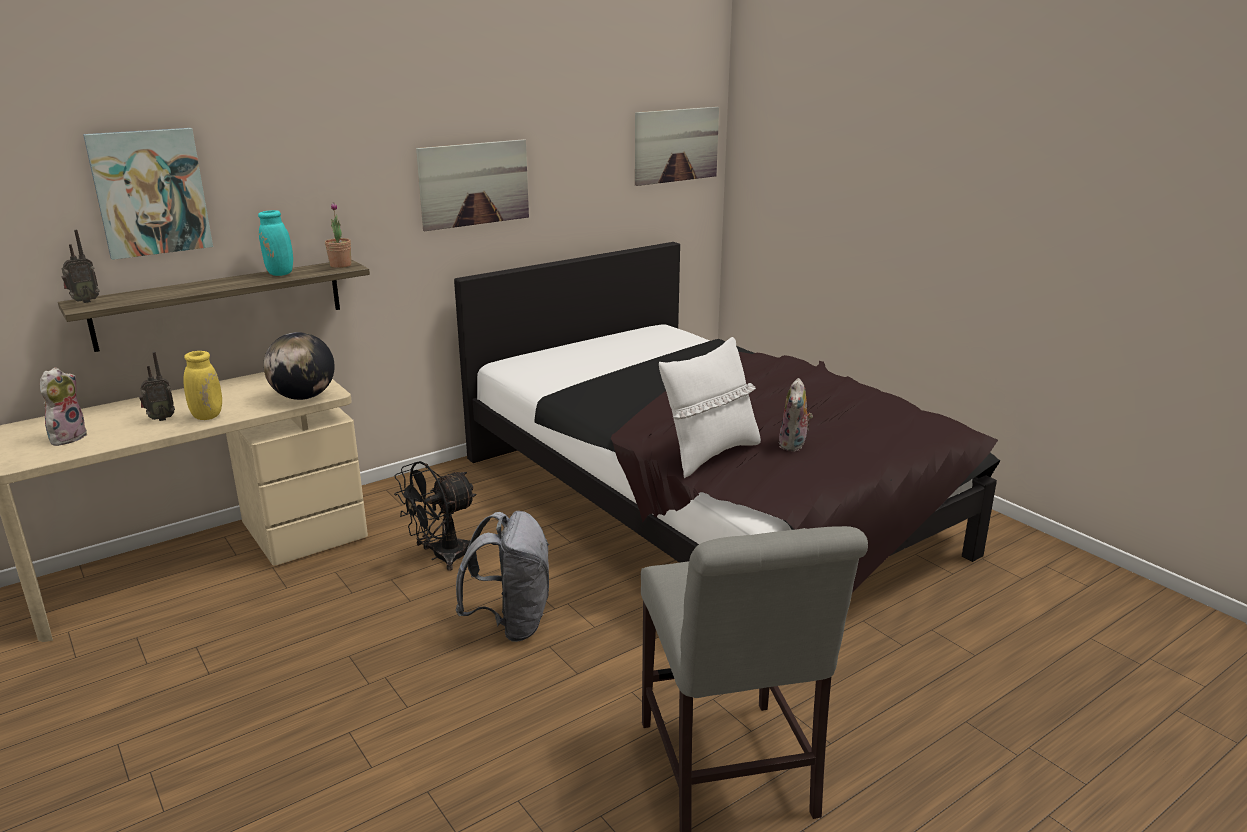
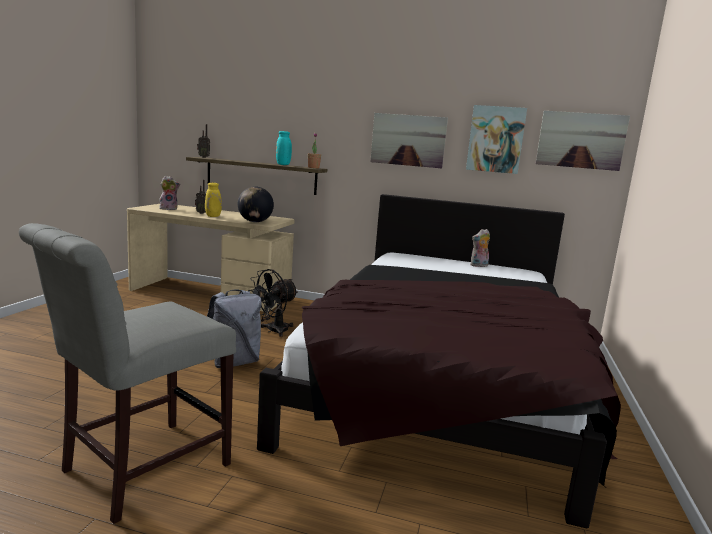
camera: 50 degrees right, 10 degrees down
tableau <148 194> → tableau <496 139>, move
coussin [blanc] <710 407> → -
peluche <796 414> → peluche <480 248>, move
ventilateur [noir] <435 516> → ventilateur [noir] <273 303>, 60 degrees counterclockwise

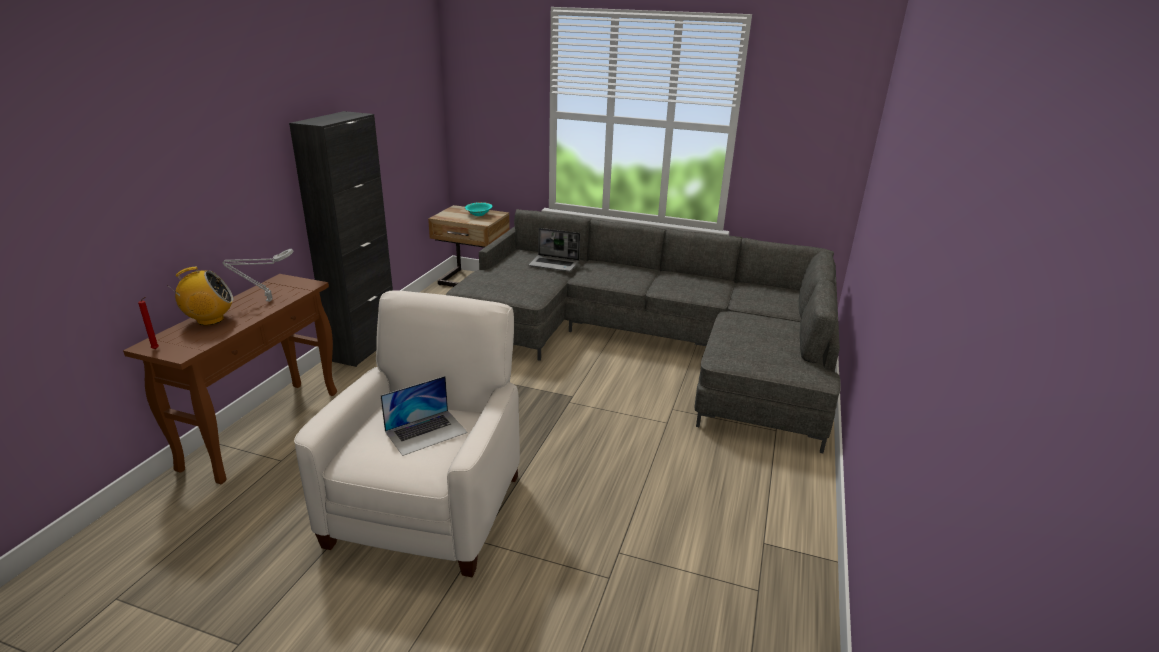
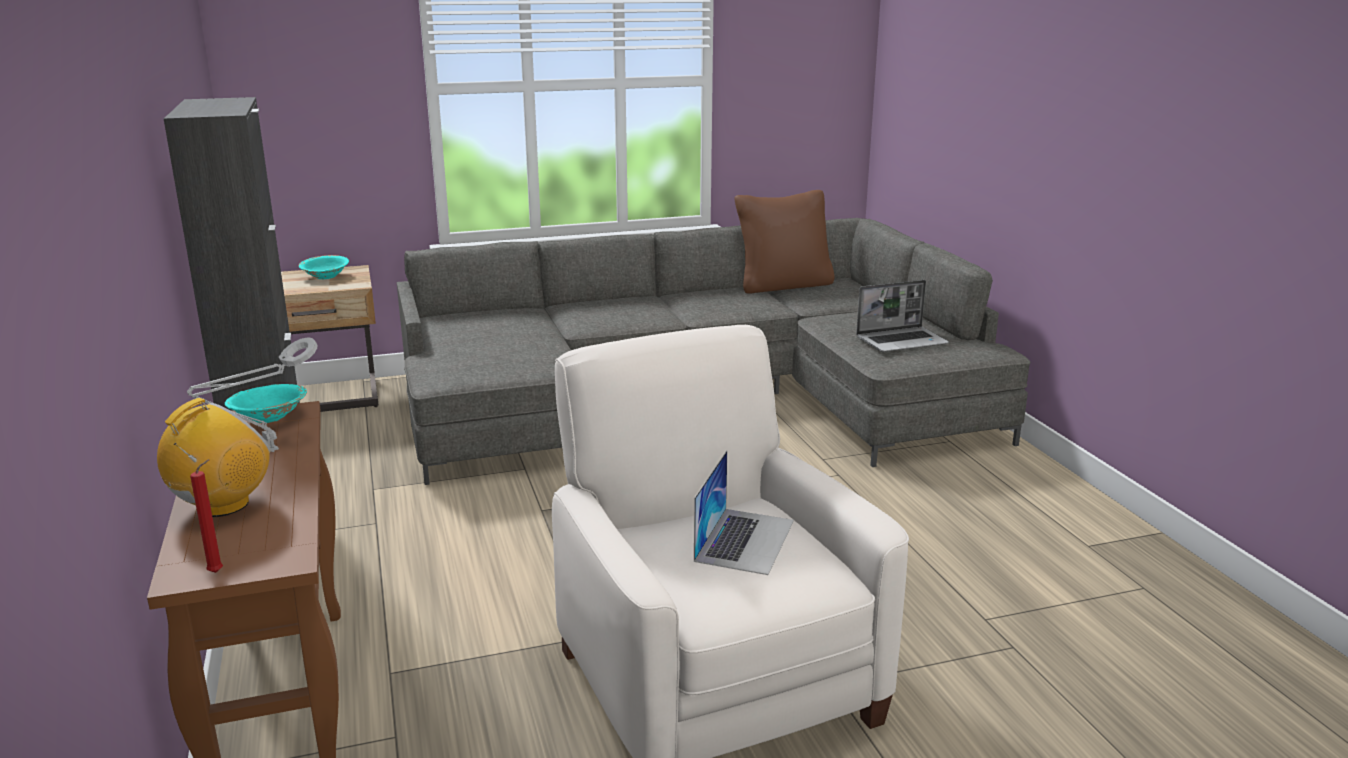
camera: 35 degrees left, 5 degrees down
ordinateur portable <554 249> → ordinateur portable <902 316>, move
- → coussin [marron] <784 242>
- → bol [turquoise] <266 403>

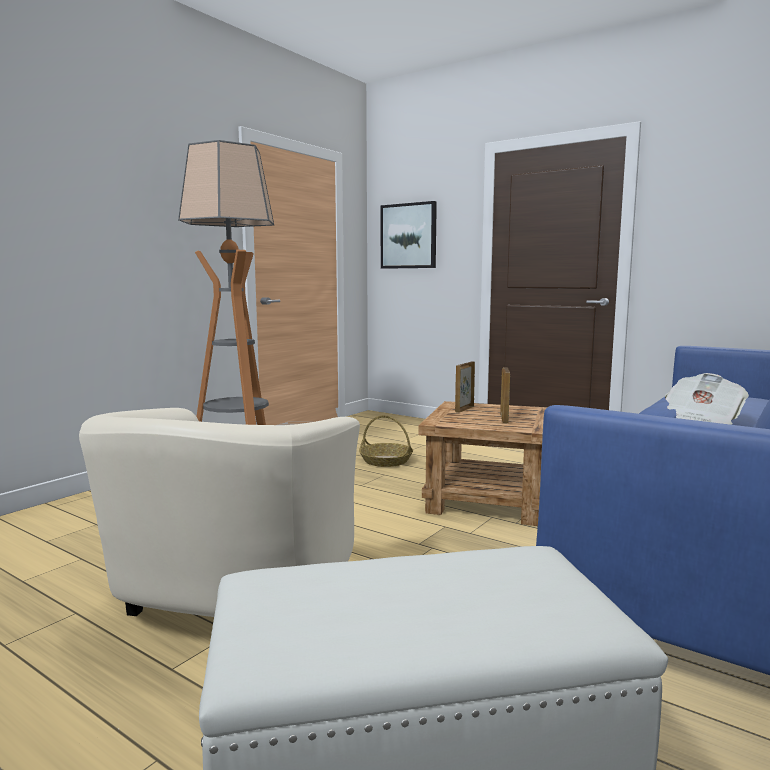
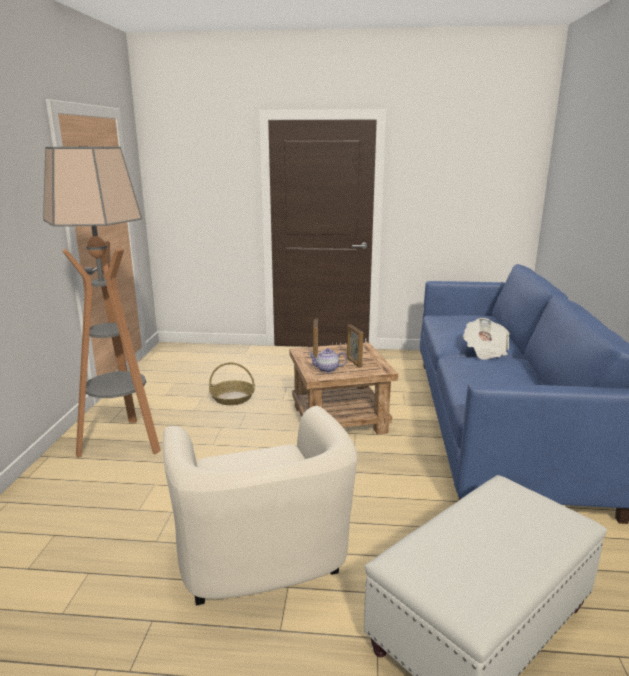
camera: 30 degrees left, 10 degrees up
tableau <409 235> → -
- → théière <328 360>

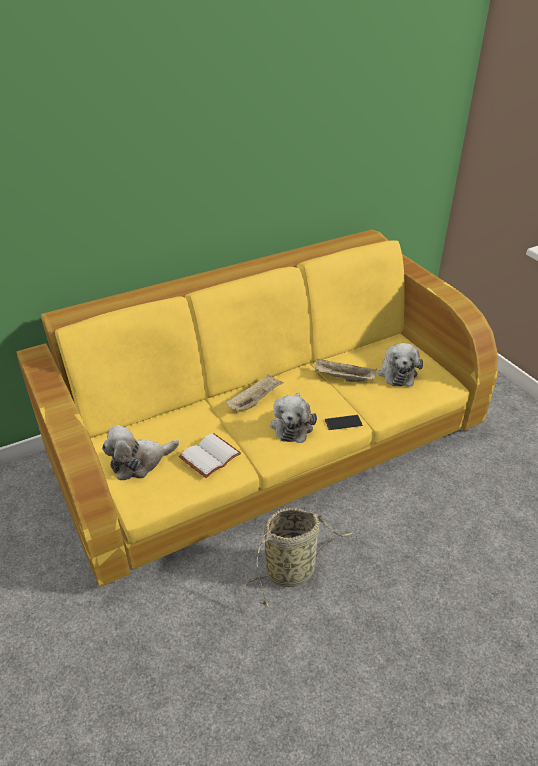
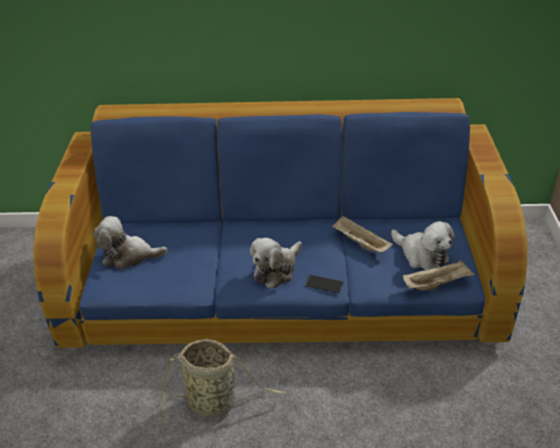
camera: 30 degrees right, 0 degrees up
canapé [jaune] <257 408> → canapé [bleu] <280 224>
peluche <400 365> → peluche <423 245>, 75 degrees counterclockwise
plateau [beige] <255 392> → plateau [beige] <439 275>, move
livre [blanc] <210 455> → -

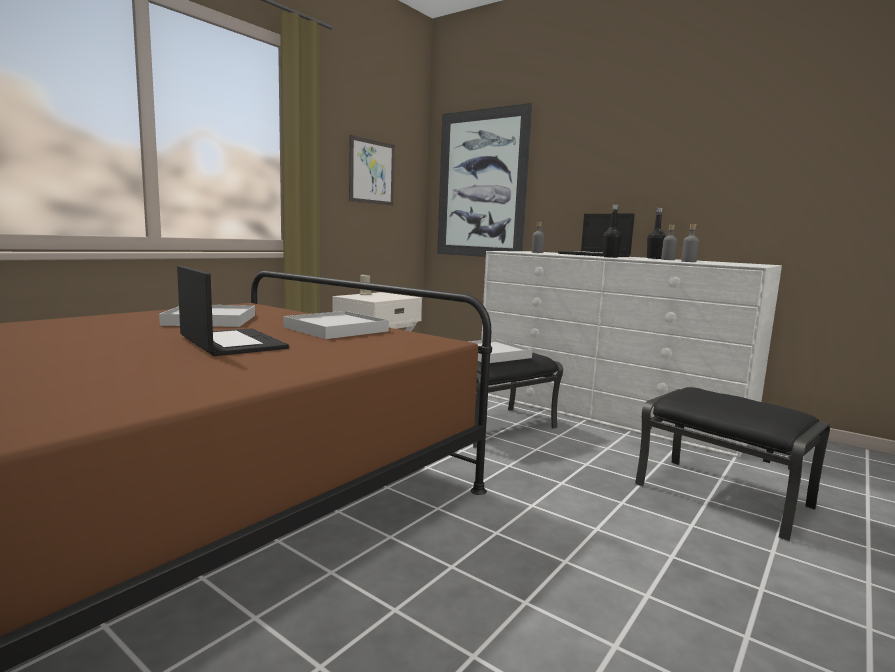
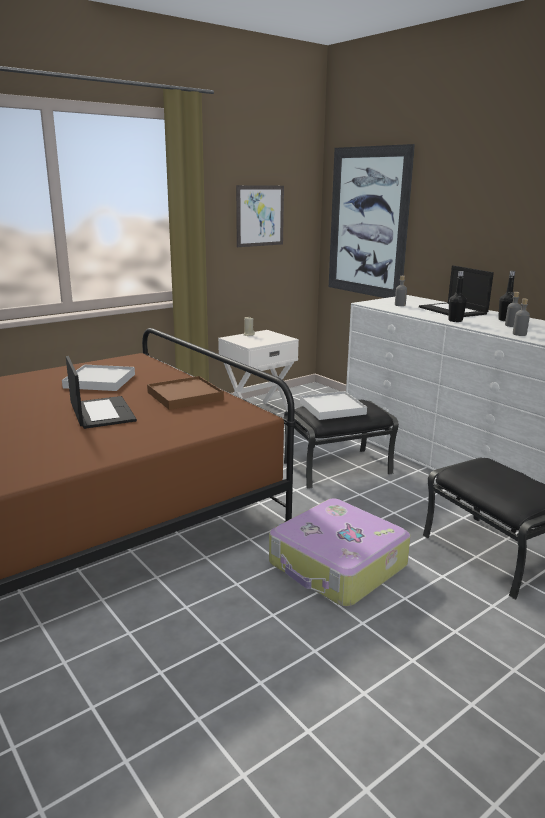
camera: 15 degrees right, 10 degrees up
plateau [blanc] <336 325> → plateau [marron] <185 393>
- → valise <339 552>

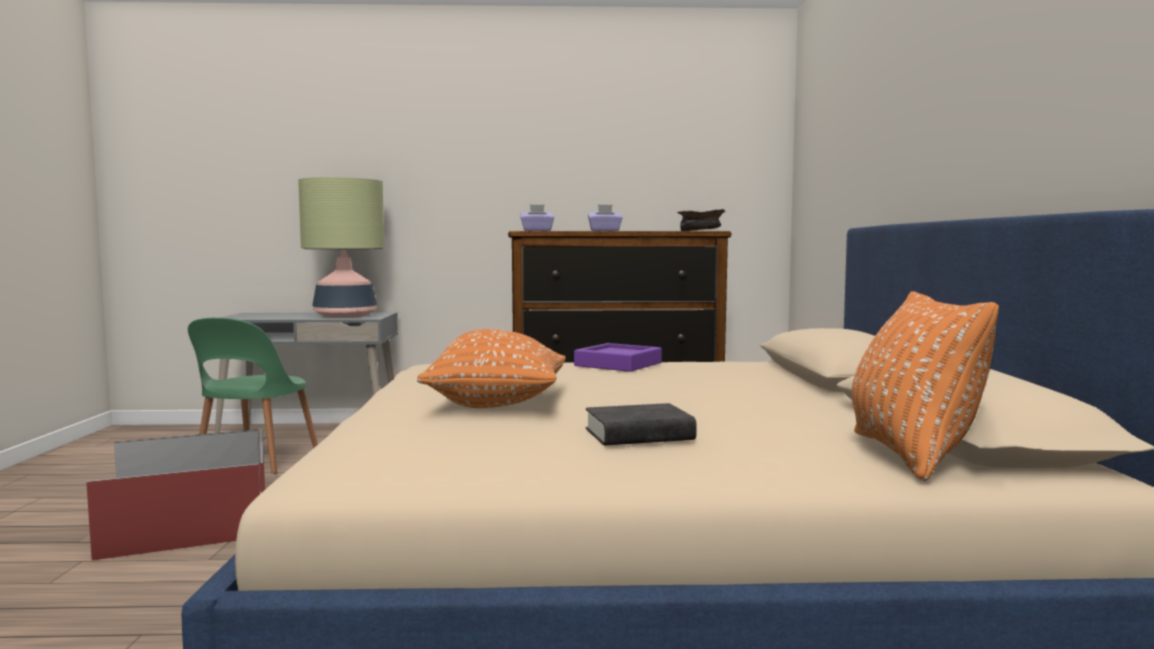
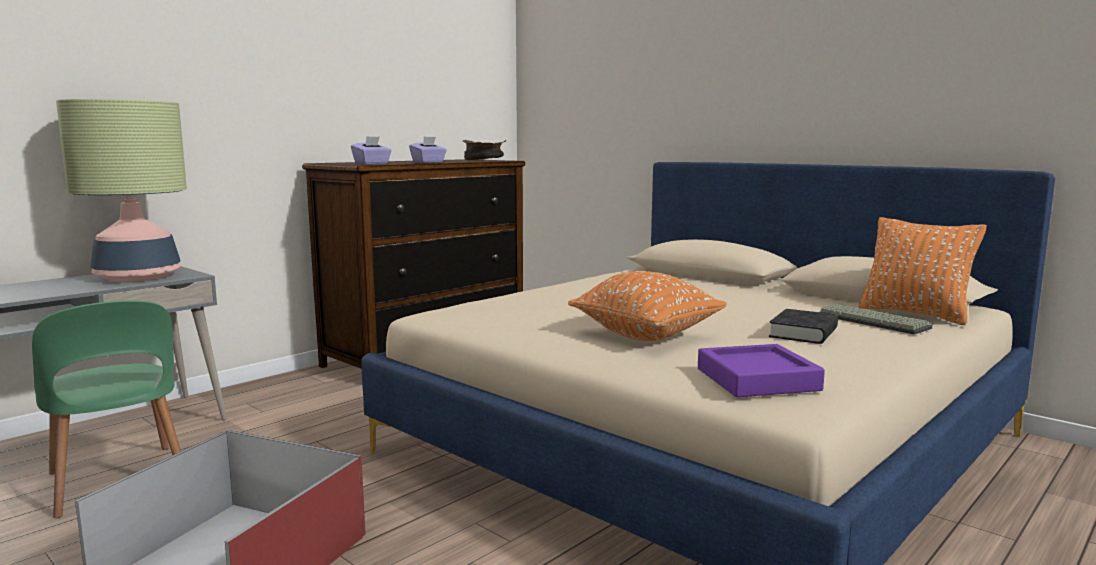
camera: 45 degrees left, 5 degrees up
plateau [violet] <618 357> → plateau [violet] <761 370>, move
- → clavier <876 319>

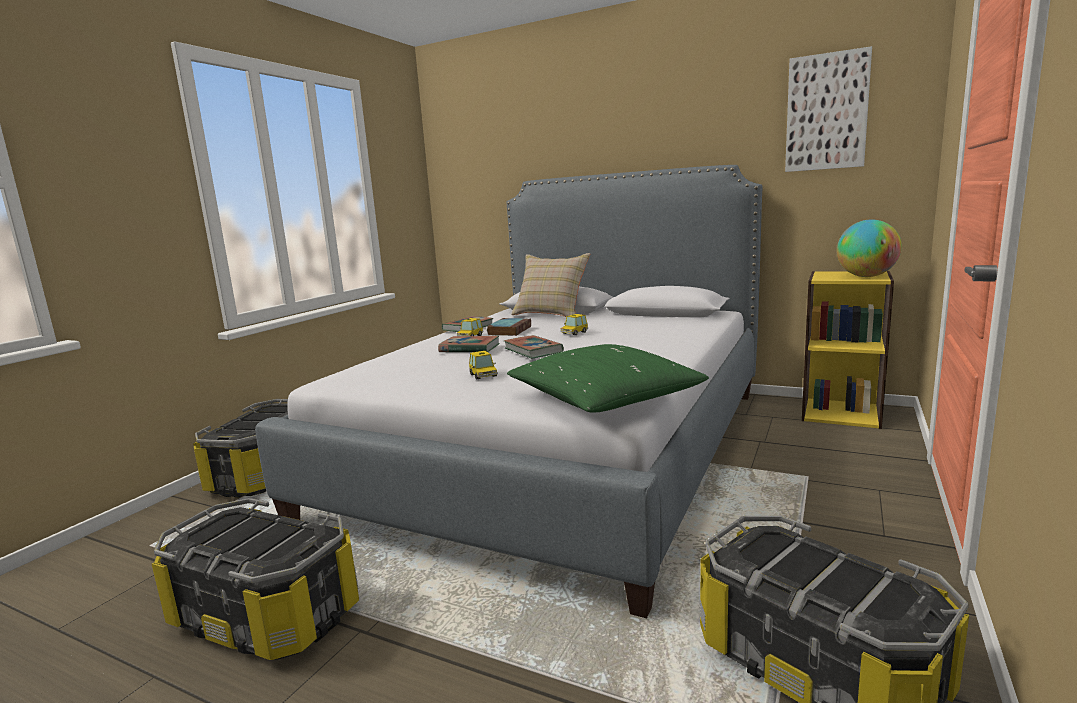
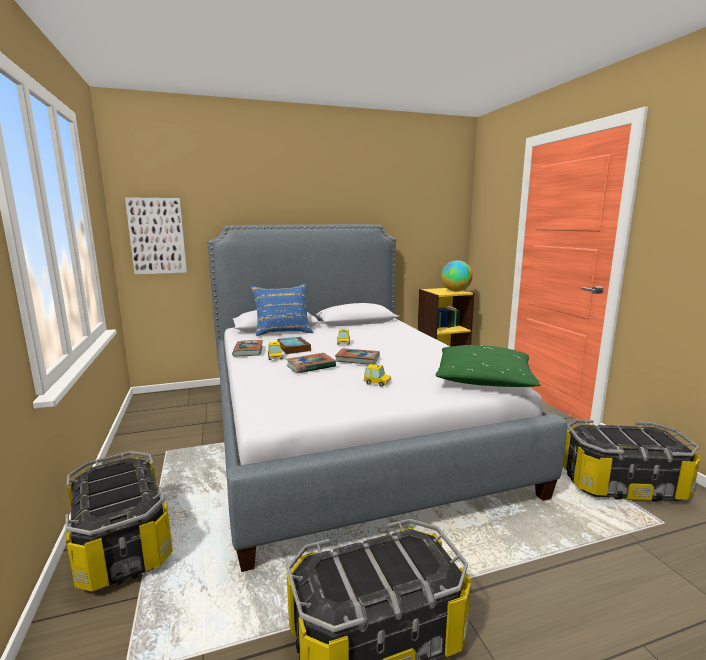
camera: 45 degrees left, 0 degrees up
tableau <828 109> → tableau <156 235>, move
coussin [beige] <550 285> → coussin [bleu] <282 309>

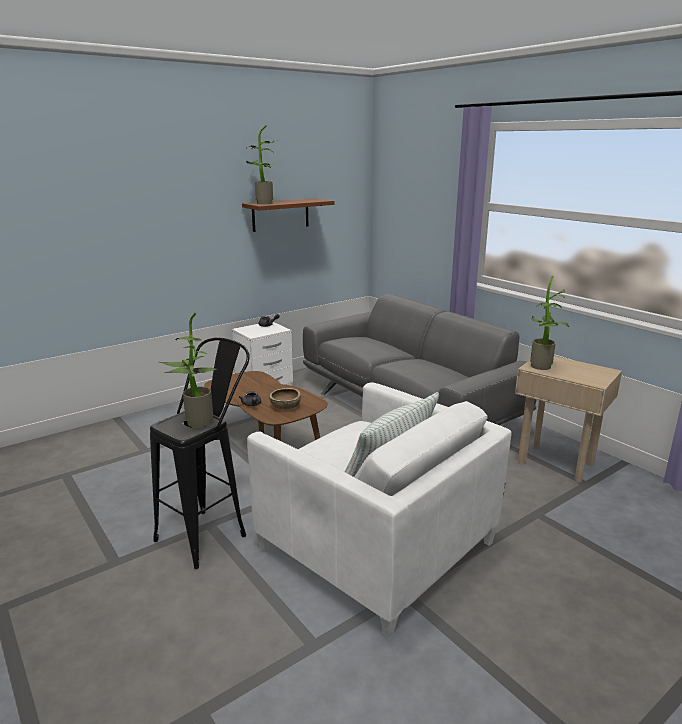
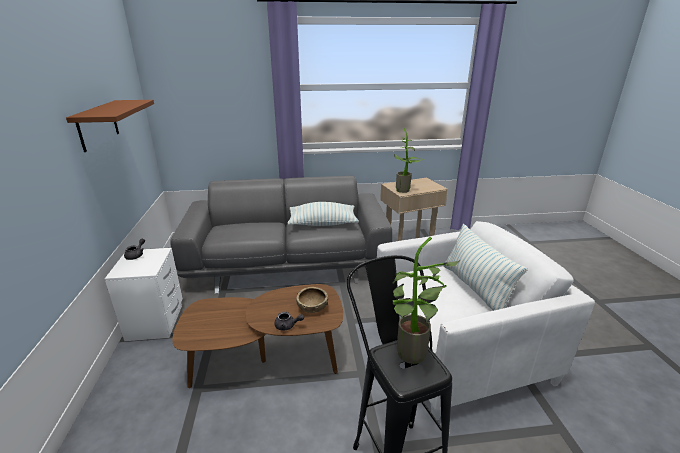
camera: 60 degrees left, 5 degrees up
plante en pot <262 164> → -
- → coussin <323 214>

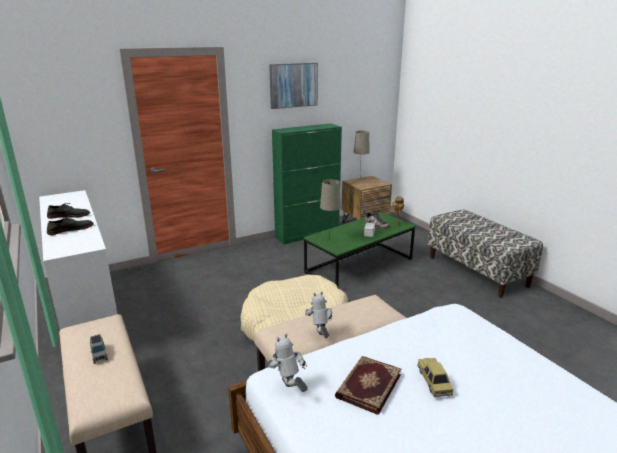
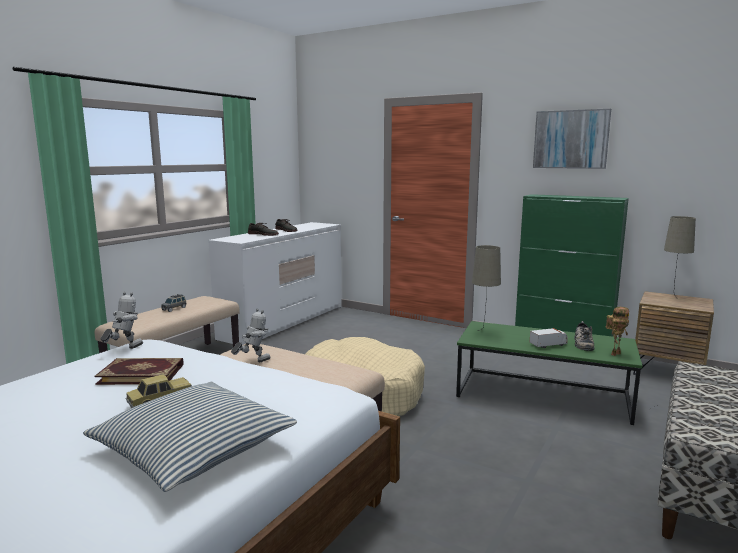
camera: 60 degrees right, 10 degrees down
- → coussin <190 437>

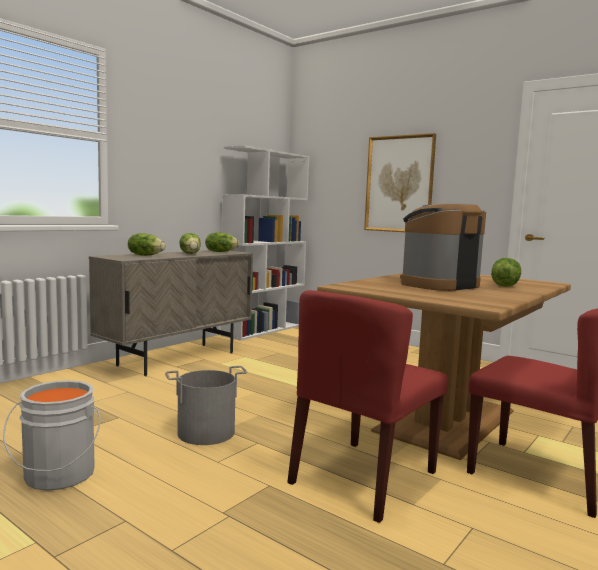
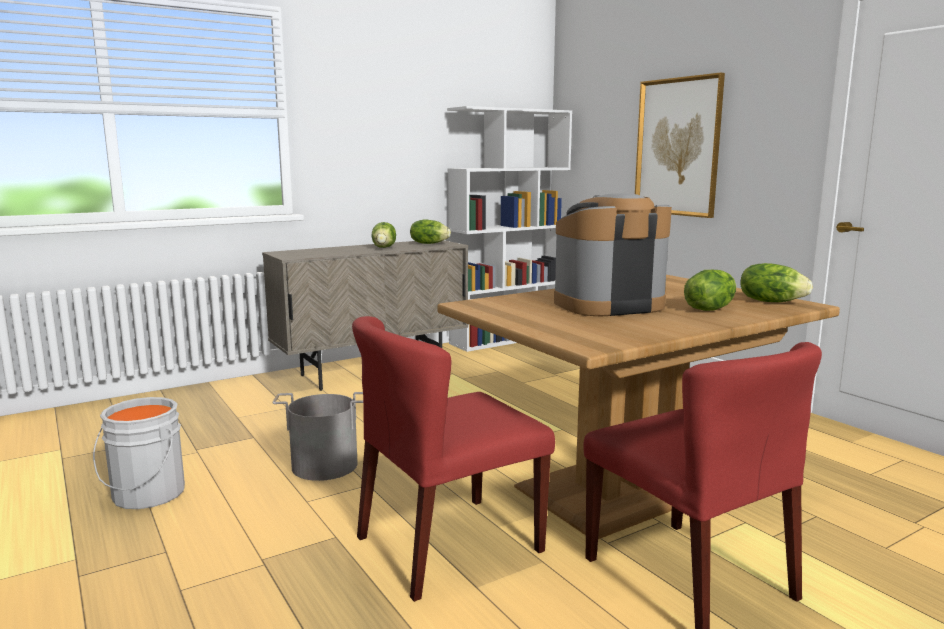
camera: 20 degrees right, 5 degrees up
laitue <146 244> → laitue <776 282>, move

